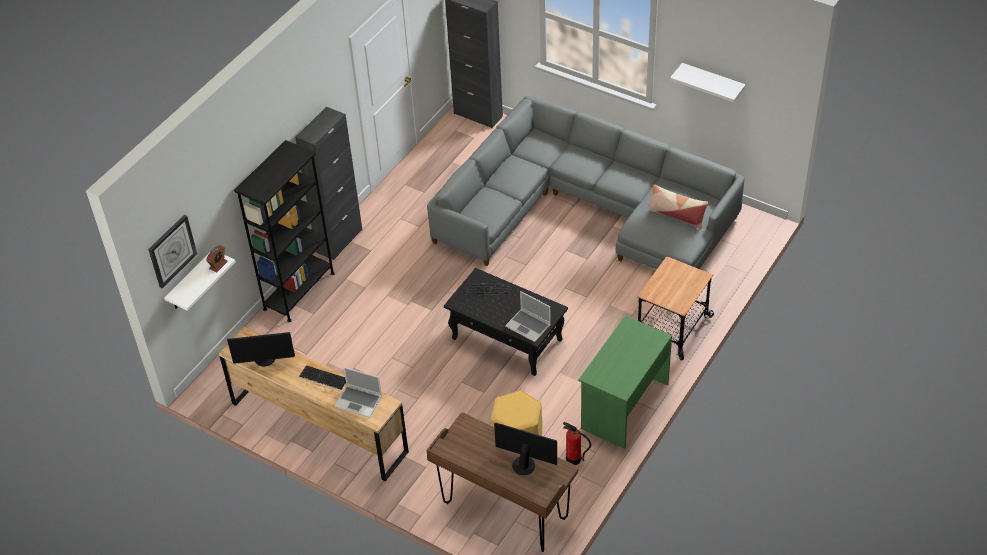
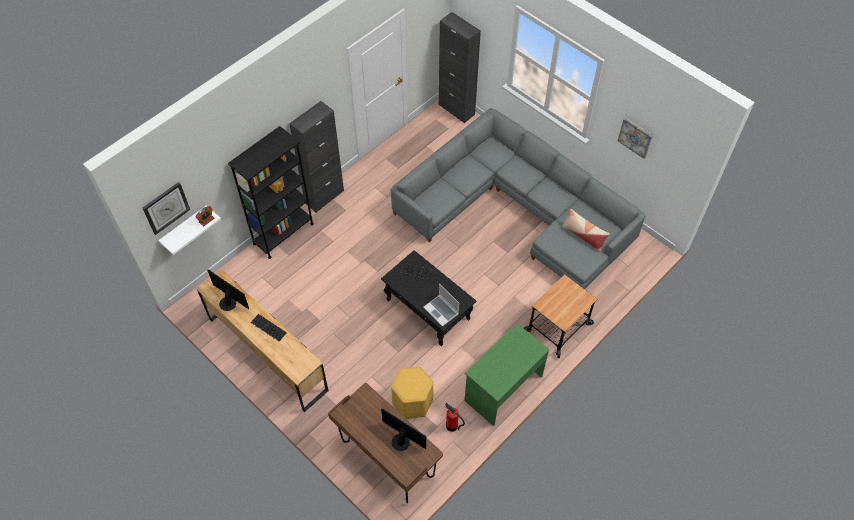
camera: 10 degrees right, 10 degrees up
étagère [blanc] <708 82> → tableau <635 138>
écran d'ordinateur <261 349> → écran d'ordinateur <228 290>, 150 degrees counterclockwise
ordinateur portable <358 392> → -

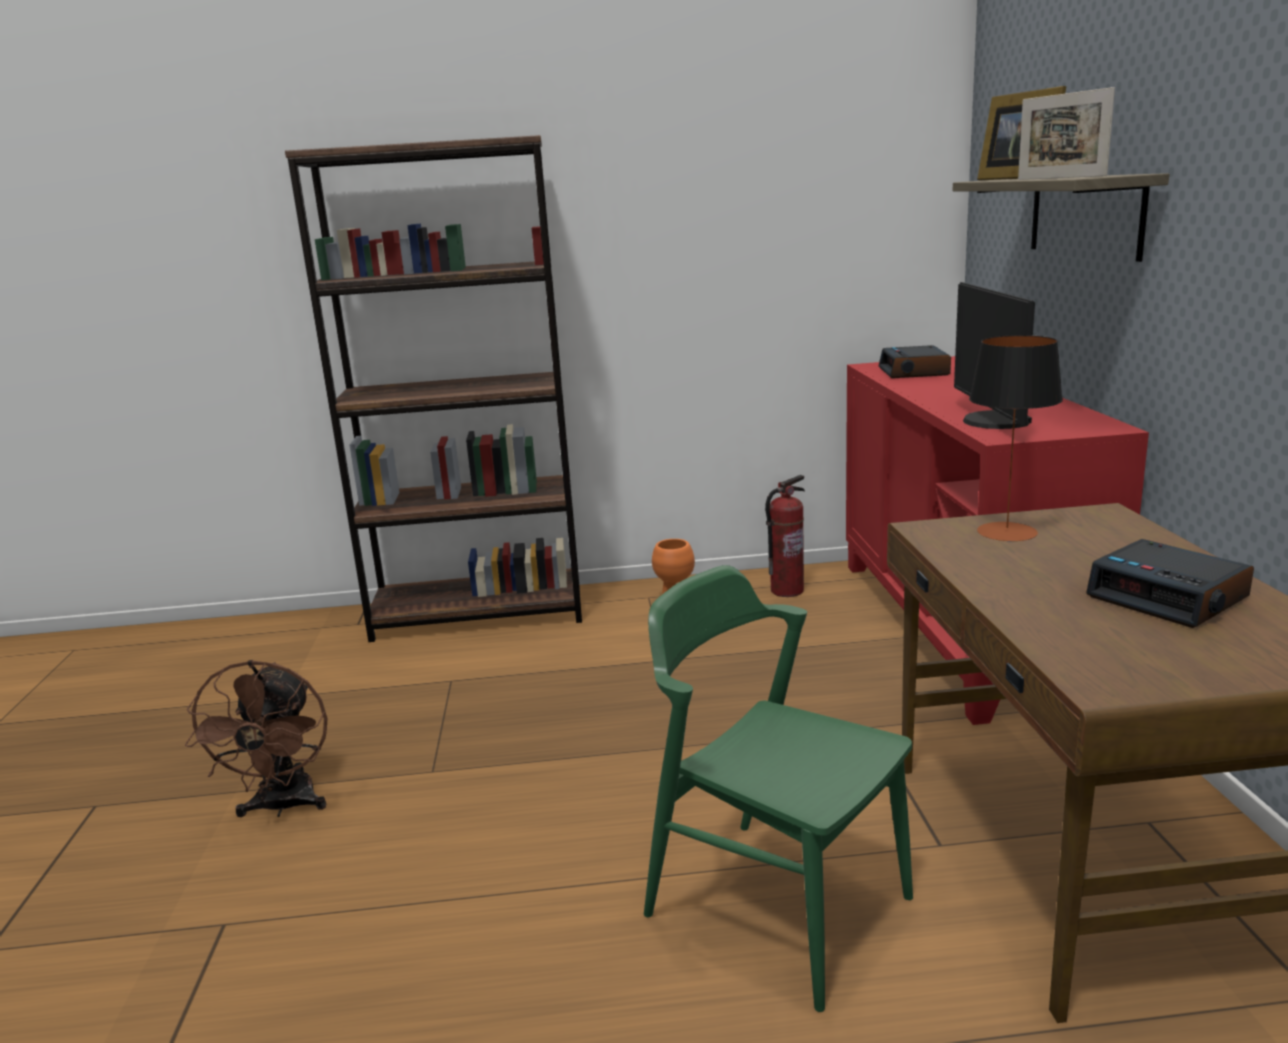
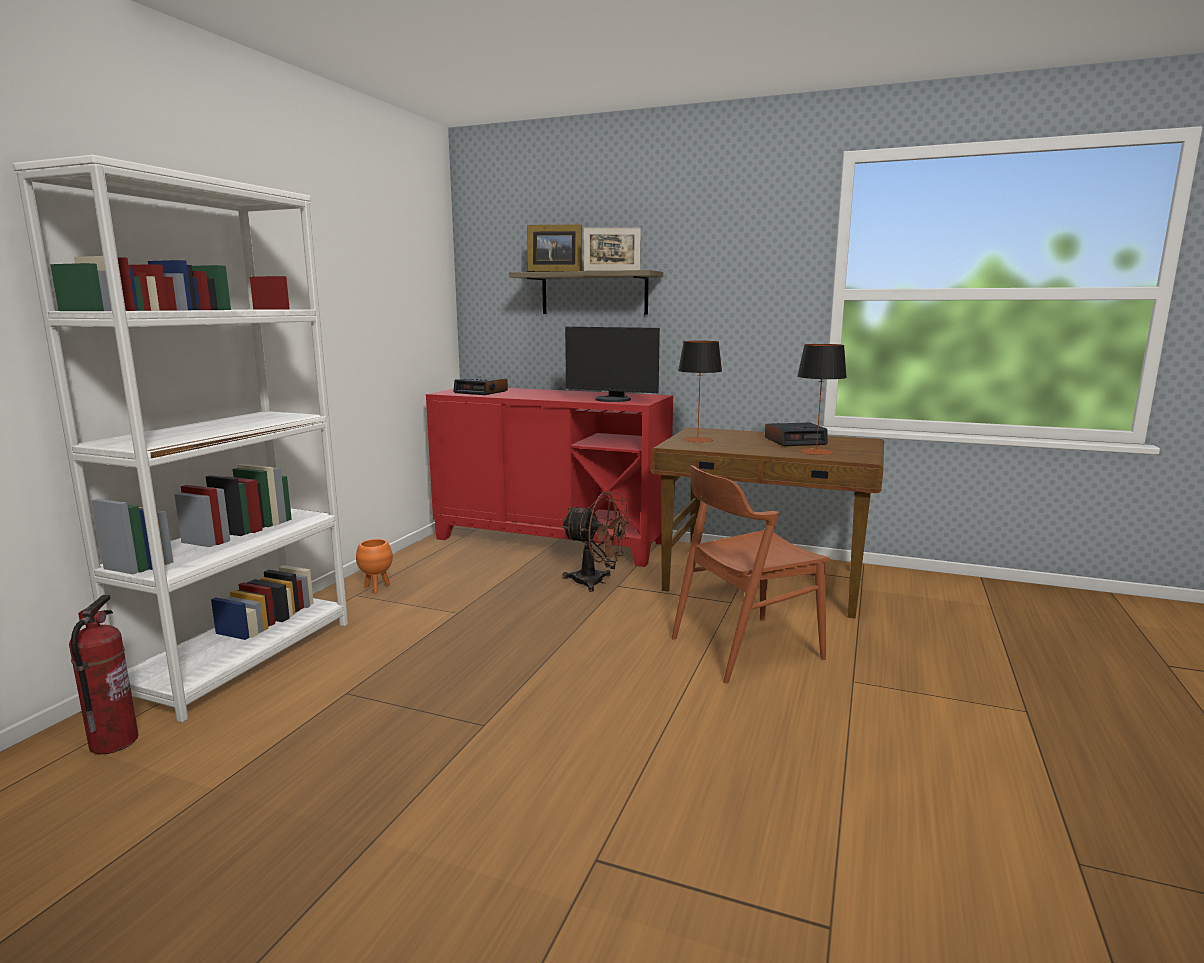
camera: 65 degrees left, 5 degrees down
bibliothèque [marron] <433 388> → bibliothèque [blanc] <180 439>
extincteur <785 536> → extincteur <104 674>, move
chaise [vert] <778 788> → chaise [marron] <751 574>
ventilateur [marron] <256 738> → ventilateur [marron] <596 542>, move
- → lampe de table <822 399>

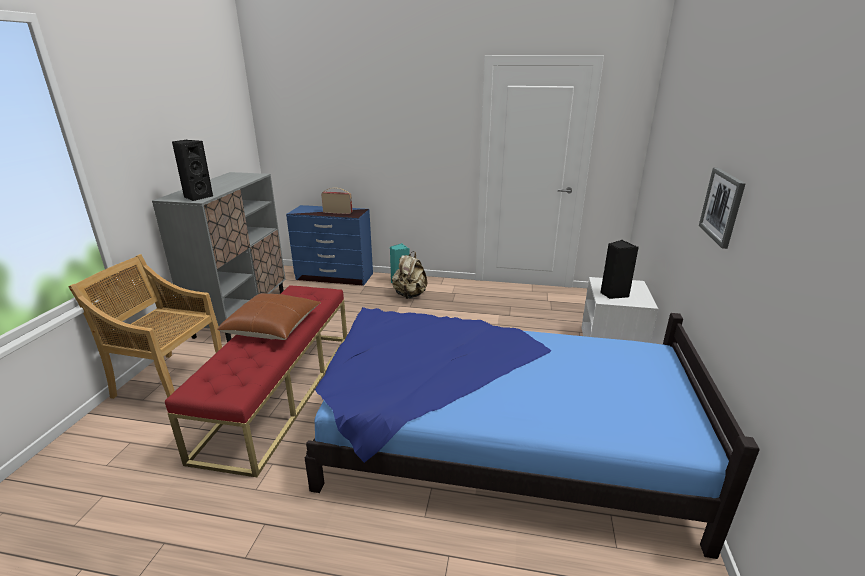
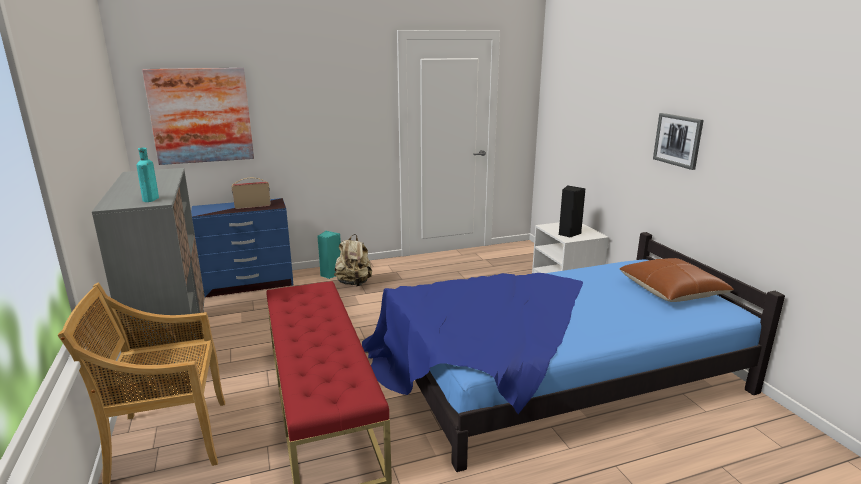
camera: 30 degrees left, 5 degrees down
enceinte [noir] <192 170> → bouteille [turquoise] <148 175>
coussin [marron] <269 317> → coussin [marron] <677 280>, move
- → tableau <198 116>

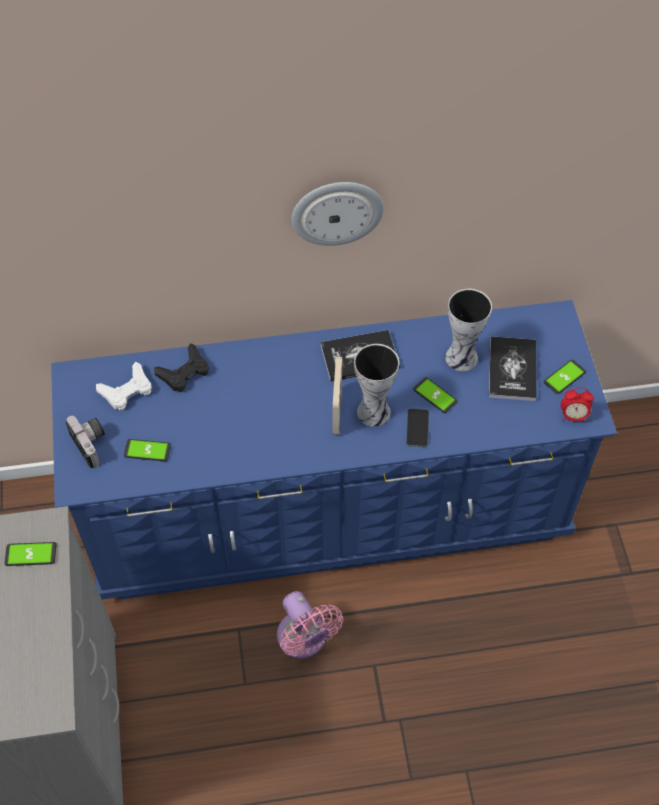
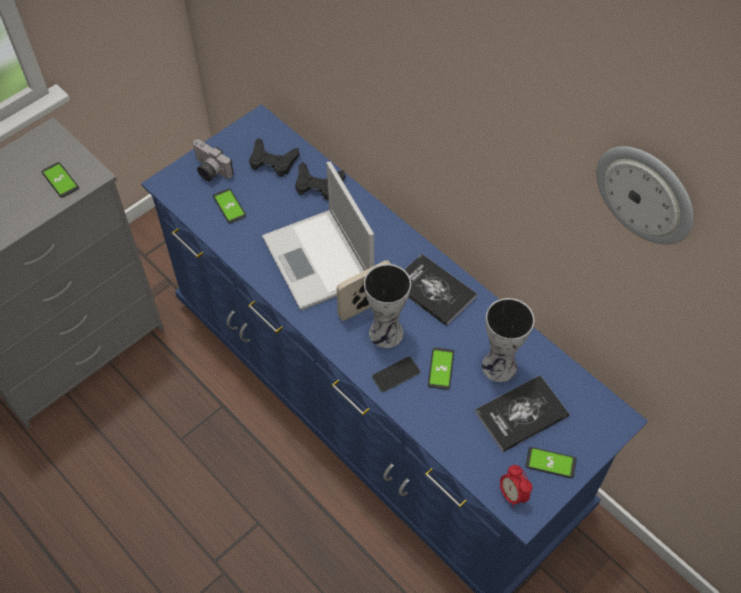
camera: 55 degrees right, 0 degrees up
horloge murale <338 214> → horloge murale <645 195>, move
manette [blanc] <124 386> → manette [noir] <274 157>
appareil photo <85 442> → appareil photo <213 160>, 105 degrees clockwise
ventilateur [rose] <310 625> → -
- → ordinateur portable <318 236>

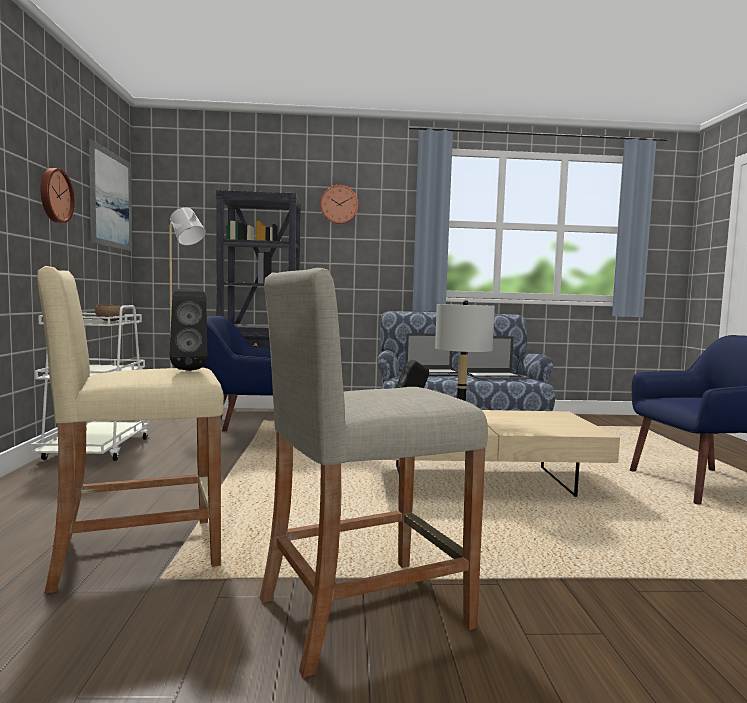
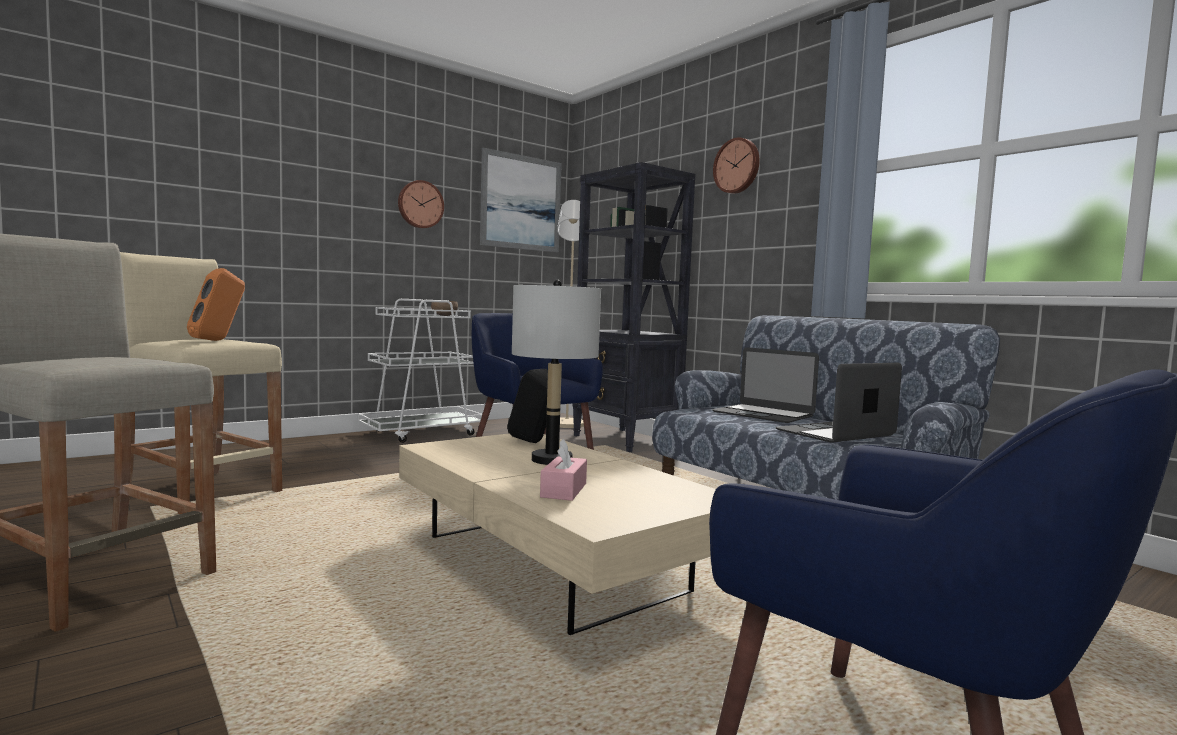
camera: 55 degrees right, 0 degrees up
enceinte [noir] <188 330> → enceinte [orange] <216 304>
ordinateur portable <497 358> → ordinateur portable <839 402>, 105 degrees clockwise
- → boîte à mouchoirs [rose] <563 470>

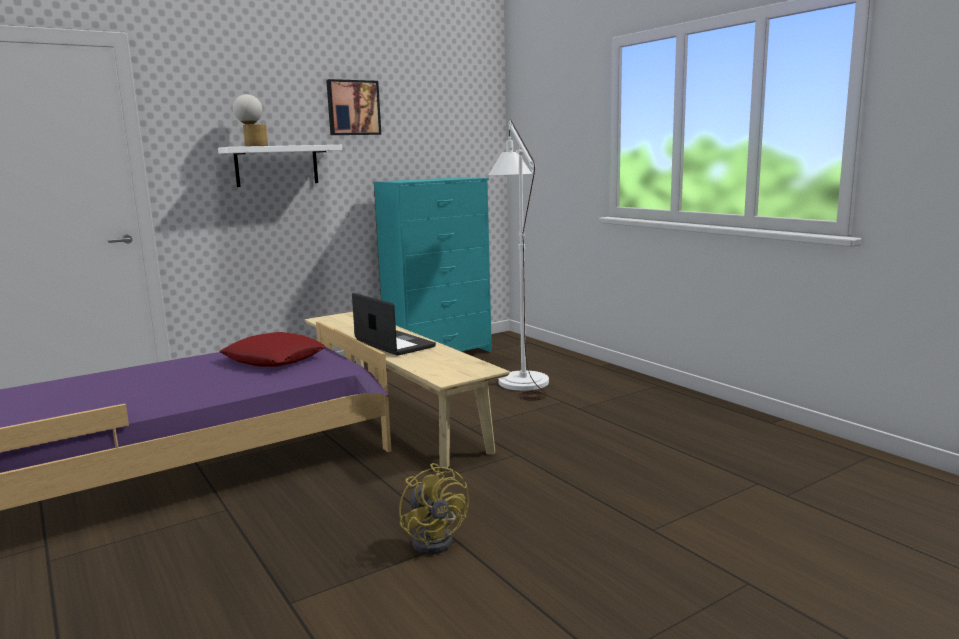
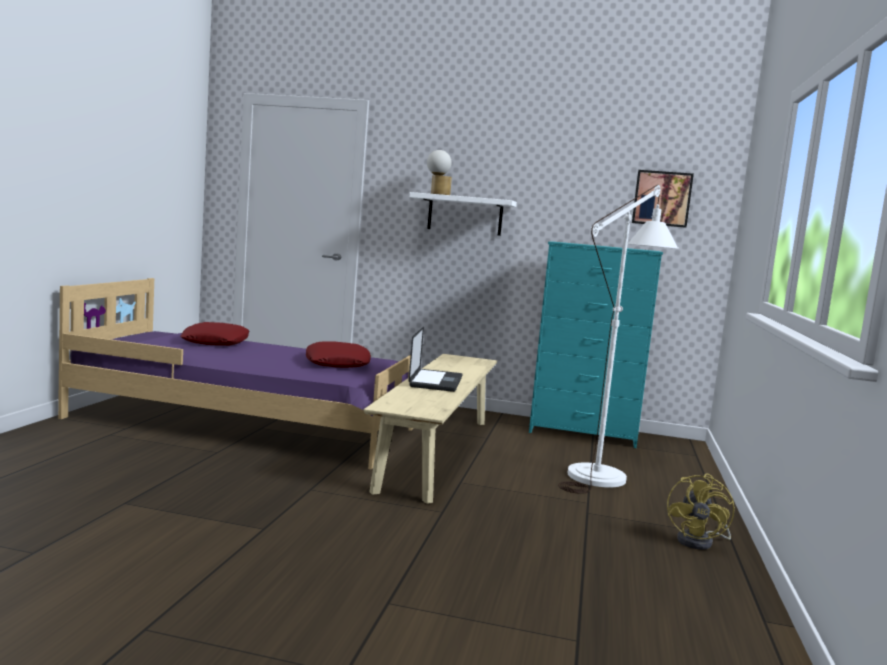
camera: 45 degrees right, 5 degrees down
tableau <353 107> → tableau <663 199>, move
ventilateur [jaune] <434 508> → ventilateur [jaune] <701 512>, move
- → coussin [rouge] <214 334>

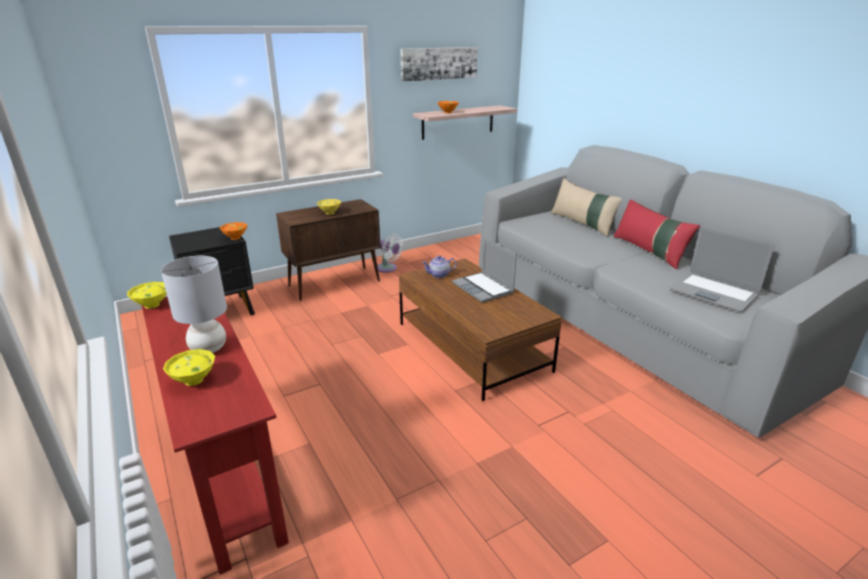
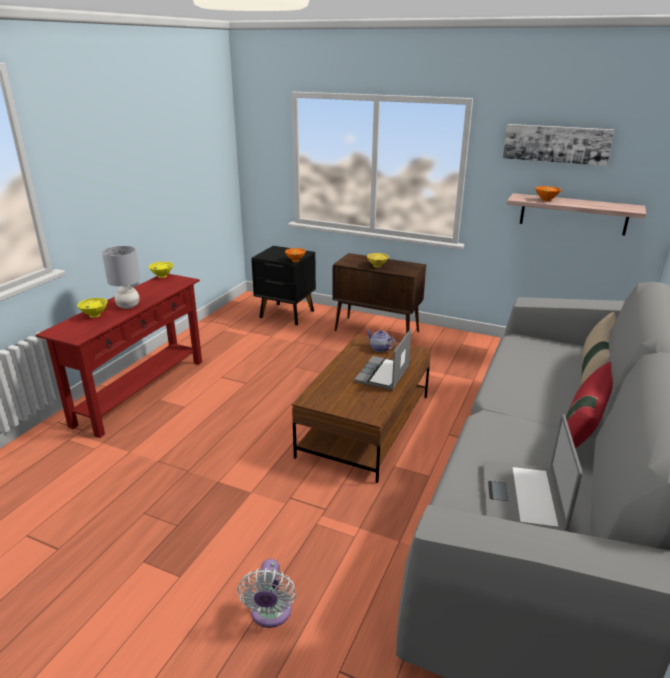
camera: 55 degrees right, 0 degrees up
ventilateur [blanc] <390 253> → ventilateur [blanc] <266 593>, move

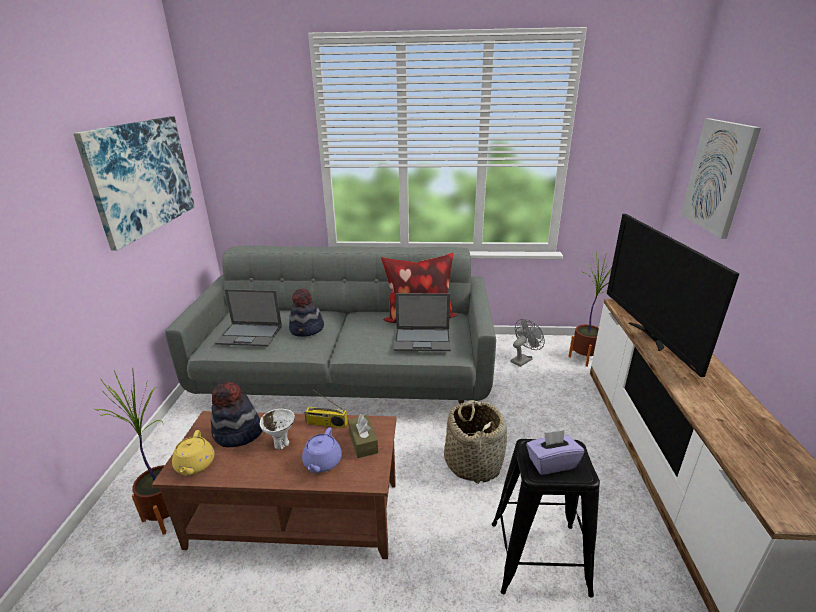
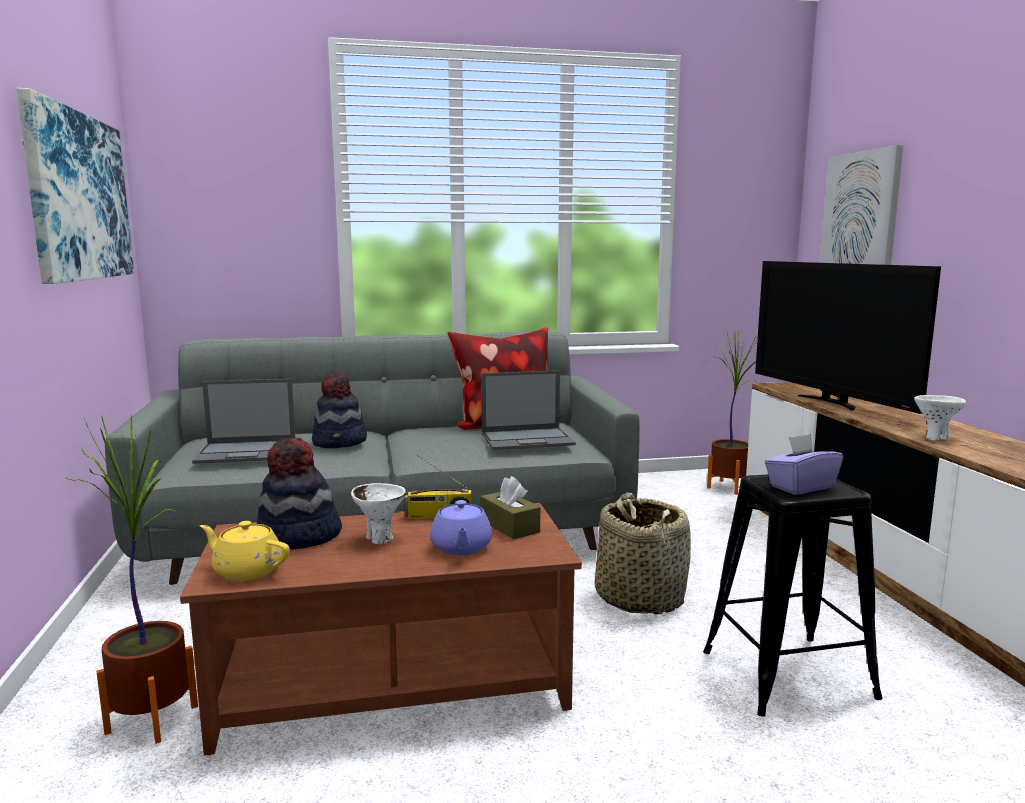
camera: 15 degrees left, 15 degrees down
ventilateur [gris] <528 343> → -
théière [jaune] <193 453> → théière [jaune] <245 551>, 135 degrees clockwise
- → bol [blanc] <940 418>

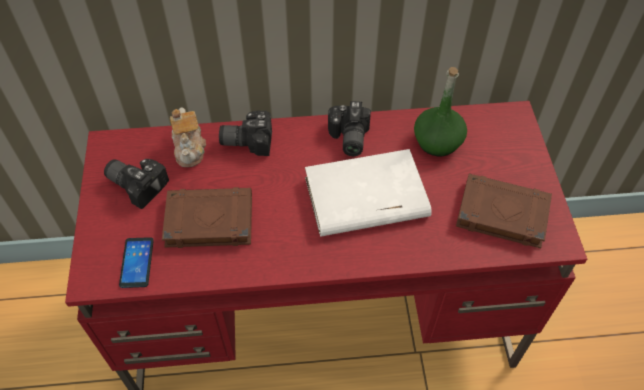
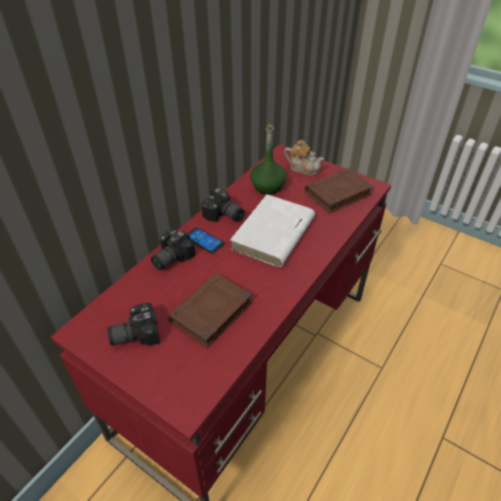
camera: 50 degrees left, 10 degrees down
théière <188 137> → théière <304 158>, move
téléphone <136 262> → téléphone <206 240>, move

